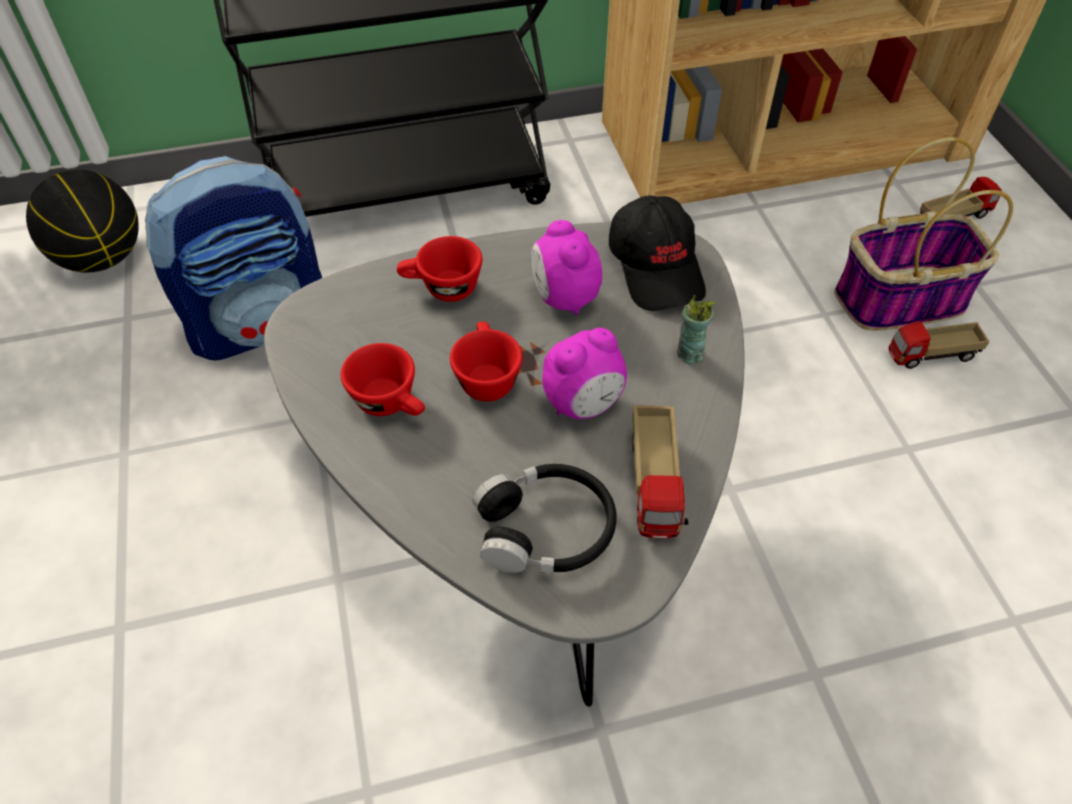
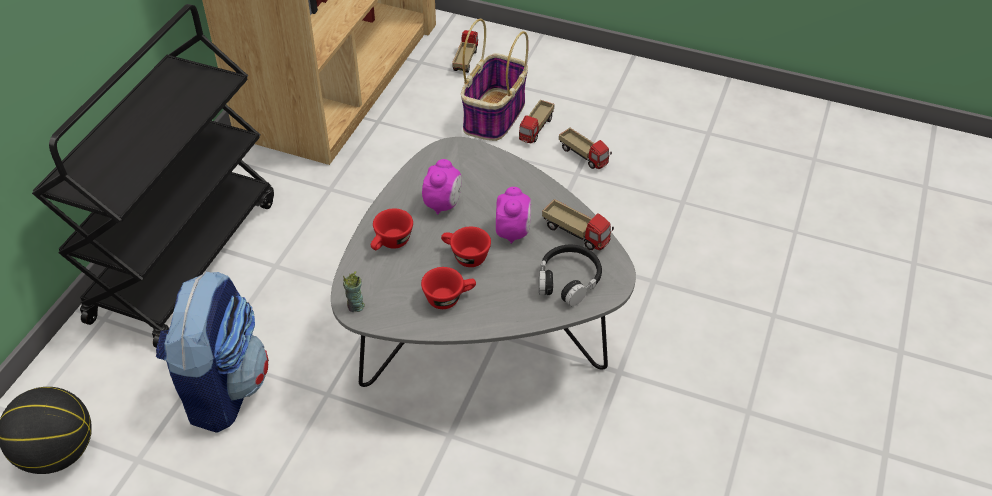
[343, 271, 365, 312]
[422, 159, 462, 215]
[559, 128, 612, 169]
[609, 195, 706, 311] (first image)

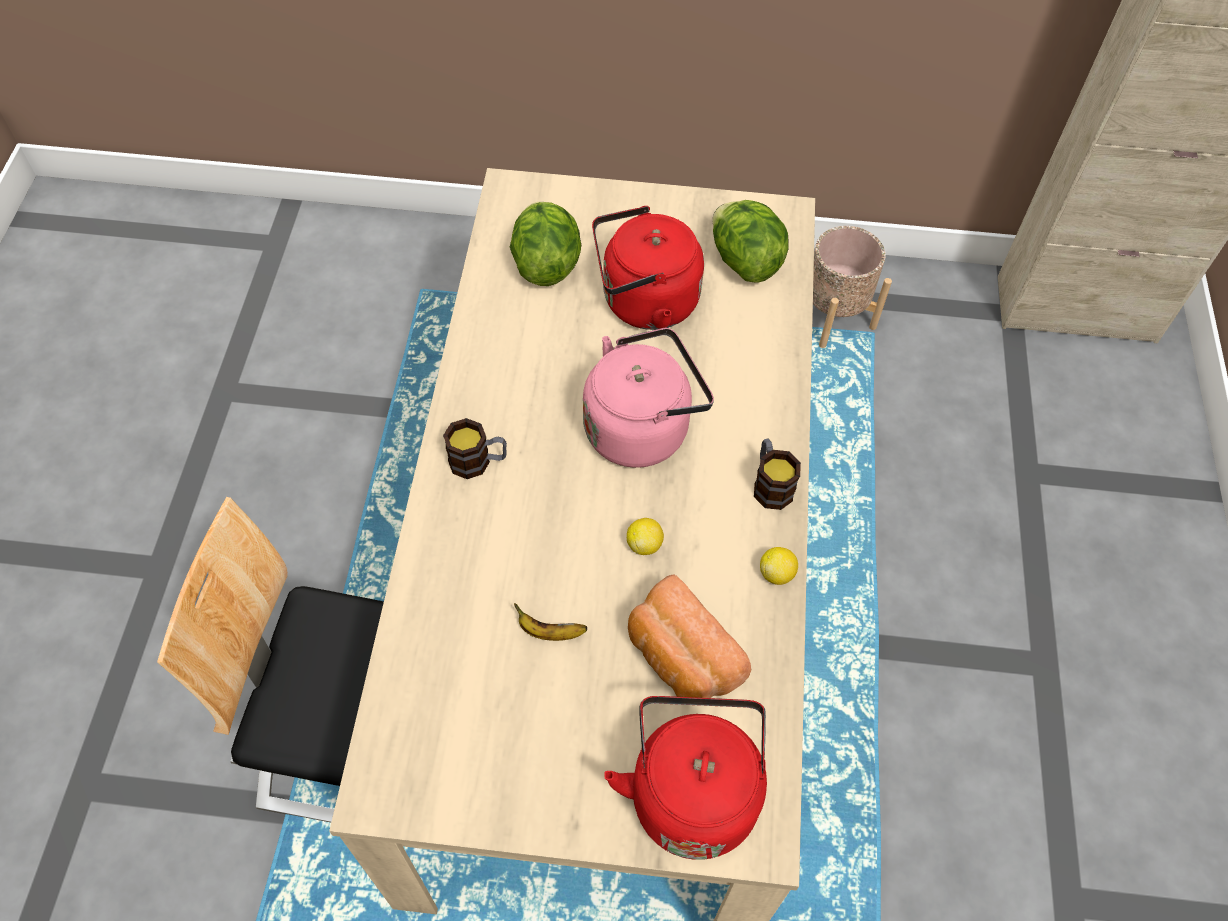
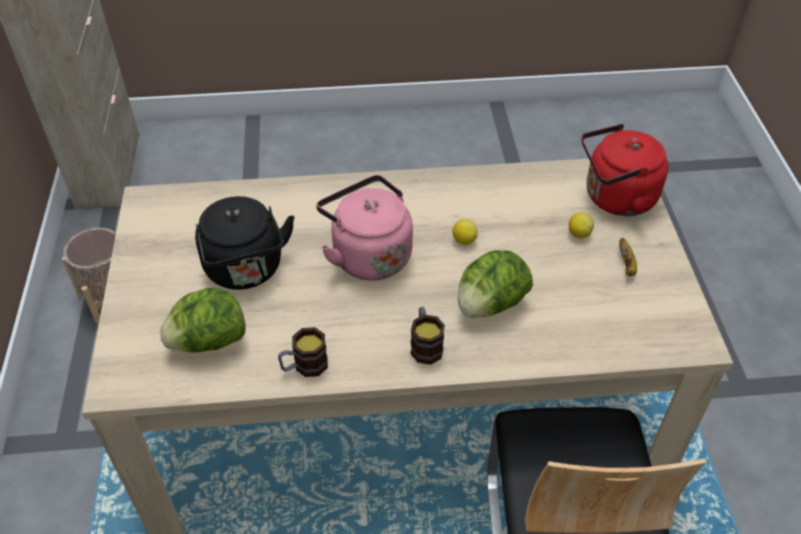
[195, 196, 295, 290]
[278, 327, 328, 377]
[458, 250, 533, 318]
[569, 212, 594, 238]
[619, 238, 637, 276]
[628, 574, 751, 698] (first image)

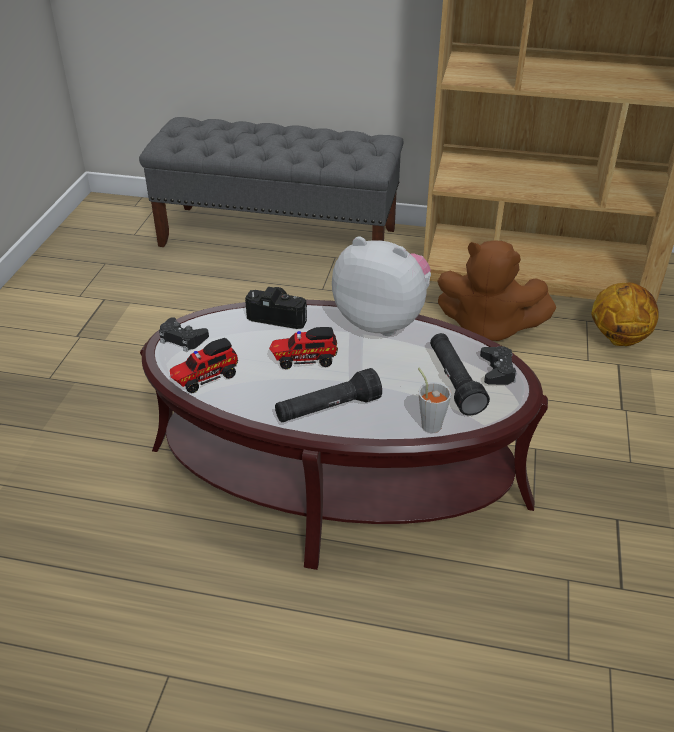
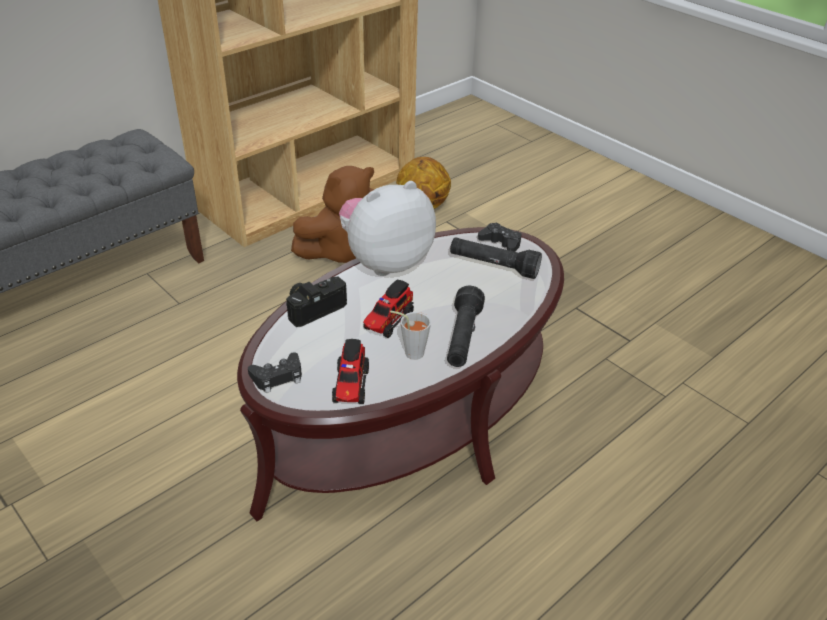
[390, 310, 431, 360]

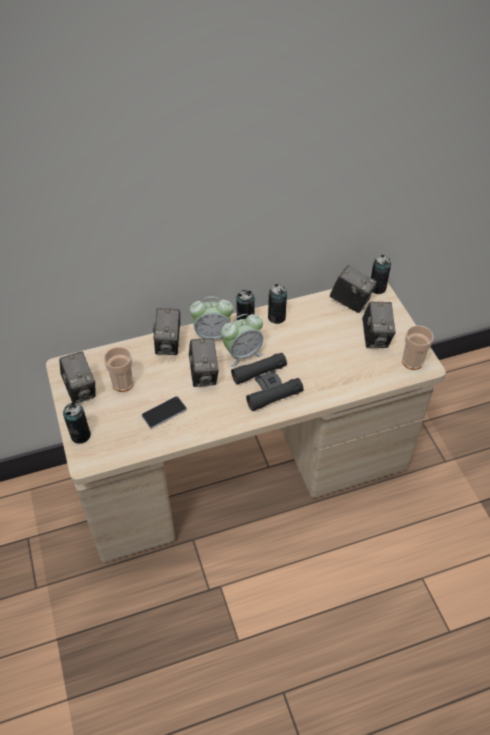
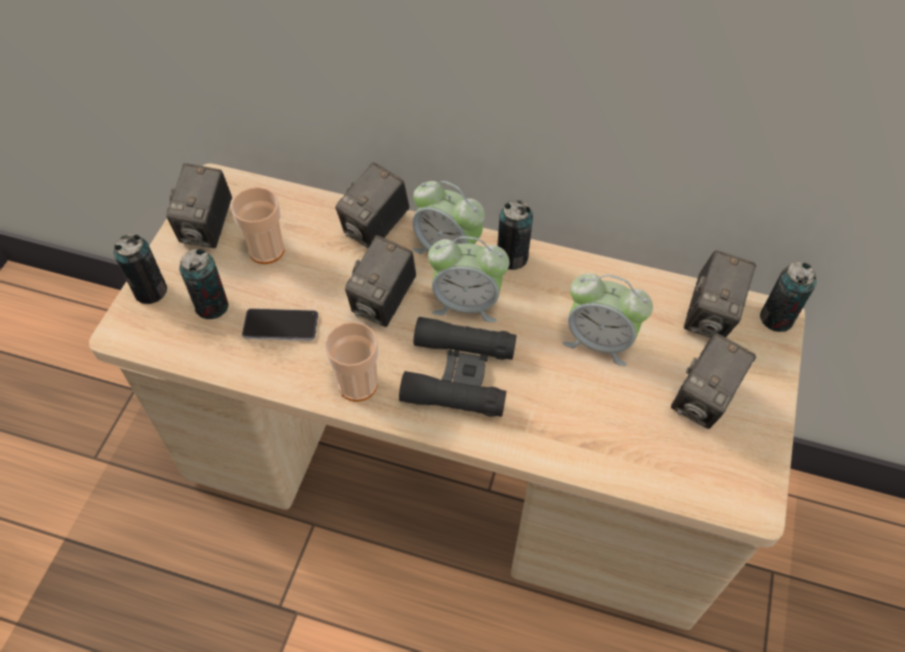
[179, 249, 228, 319]
[325, 322, 379, 402]
[562, 273, 653, 366]
[684, 250, 756, 338]

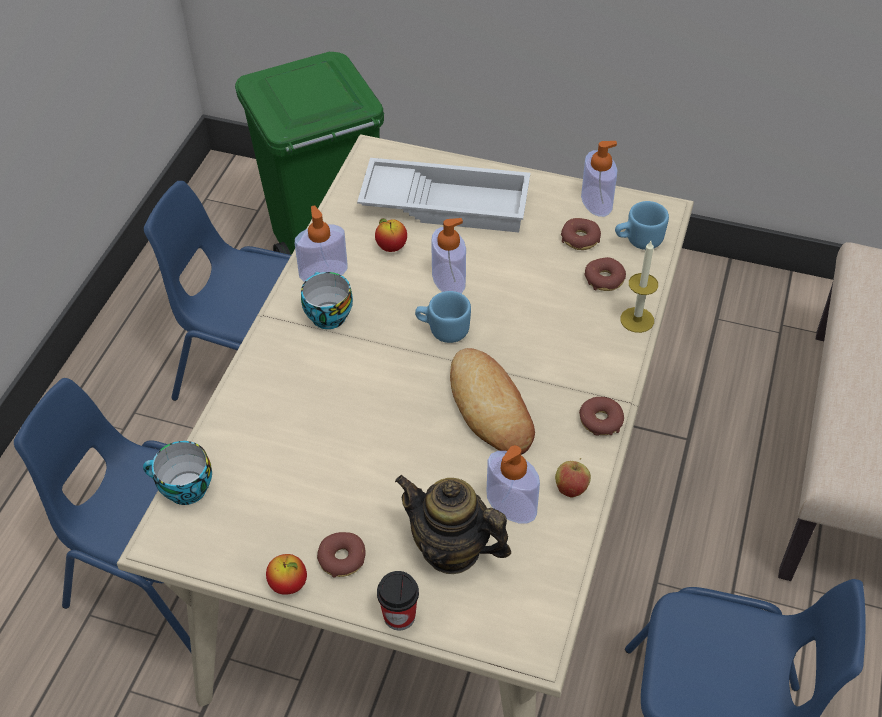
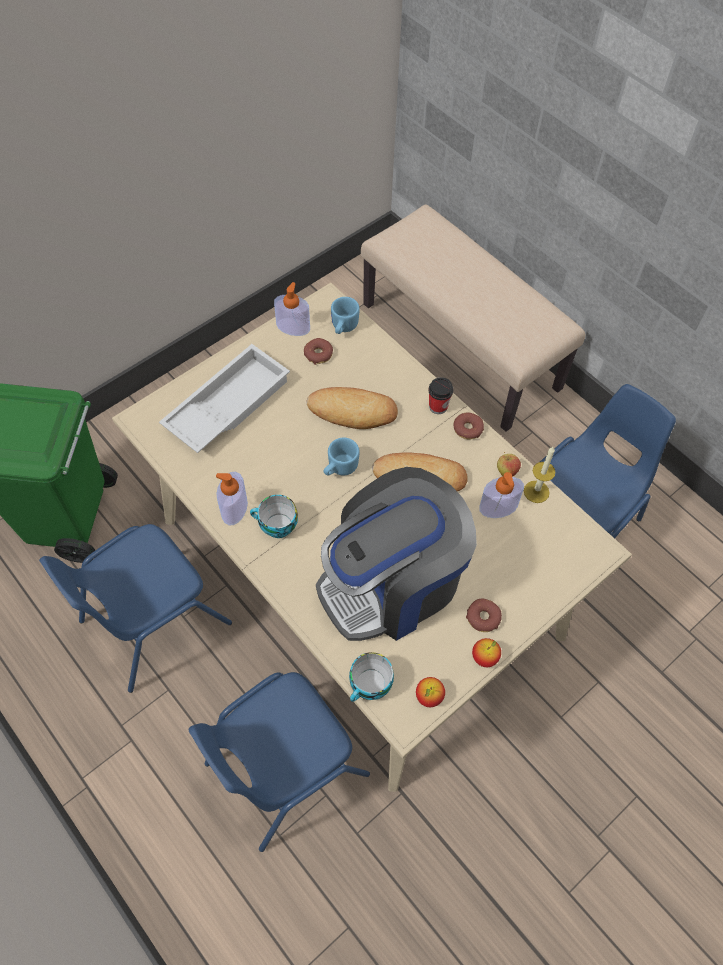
[306, 387, 398, 429]
[316, 467, 477, 641]
[416, 677, 445, 707]
[428, 377, 453, 414]
[524, 447, 555, 503]
[395, 475, 511, 574] (first image)
[431, 218, 466, 294] (first image)
[585, 257, 626, 291] (first image)

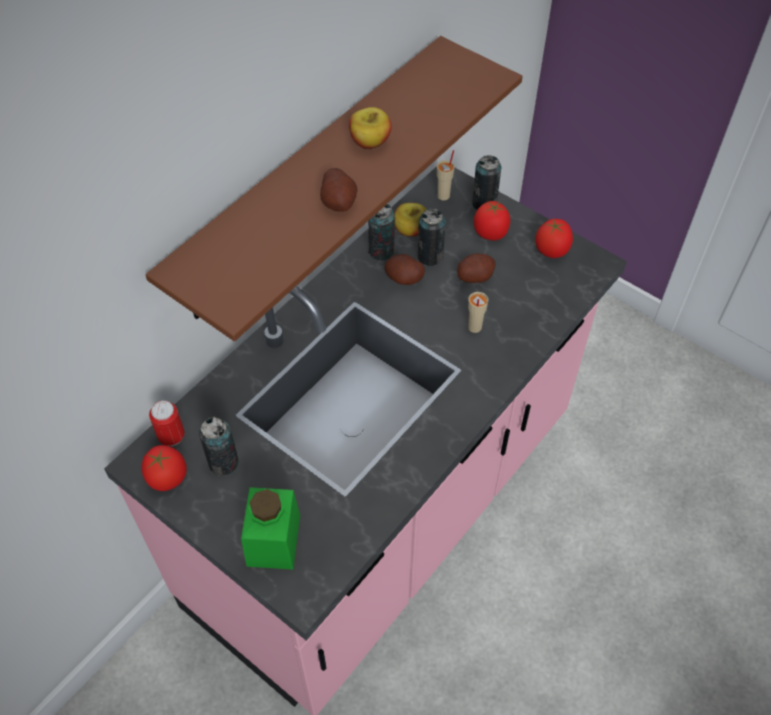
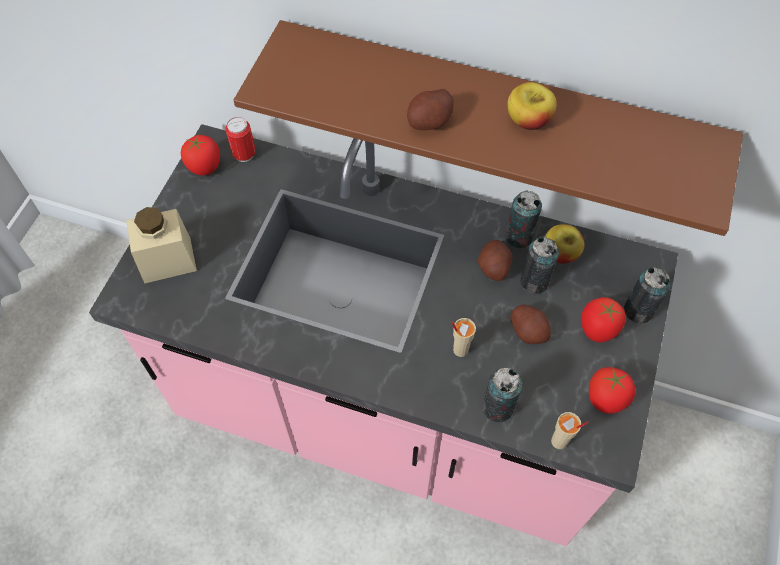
[126, 207, 197, 284]
[482, 368, 522, 423]
[551, 412, 589, 449]

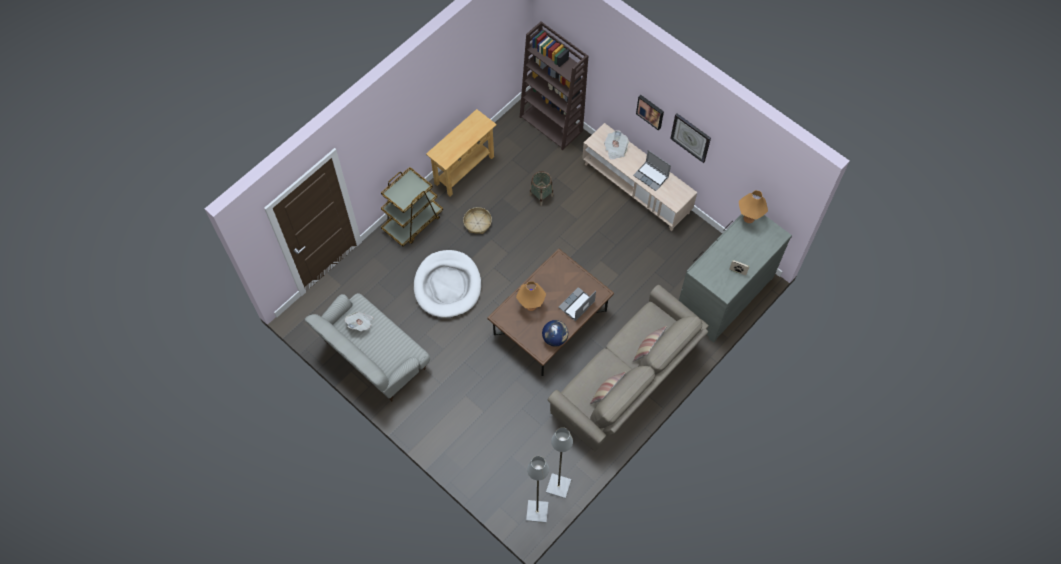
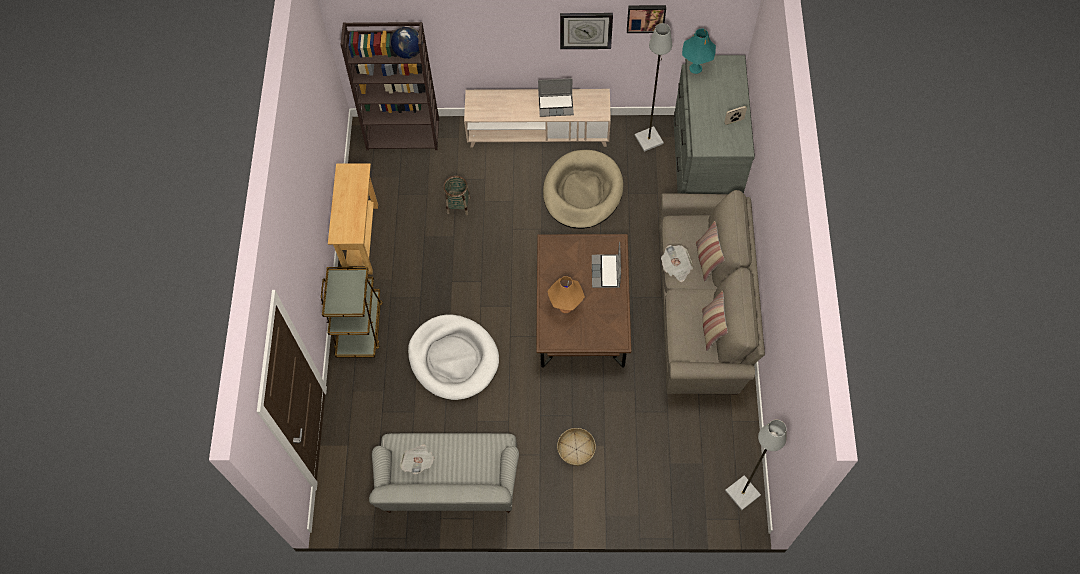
[391, 27, 419, 59]
[543, 150, 624, 229]
[557, 428, 596, 466]
[627, 5, 666, 33]
[635, 23, 672, 152]
[661, 245, 693, 282]
[682, 28, 716, 74]

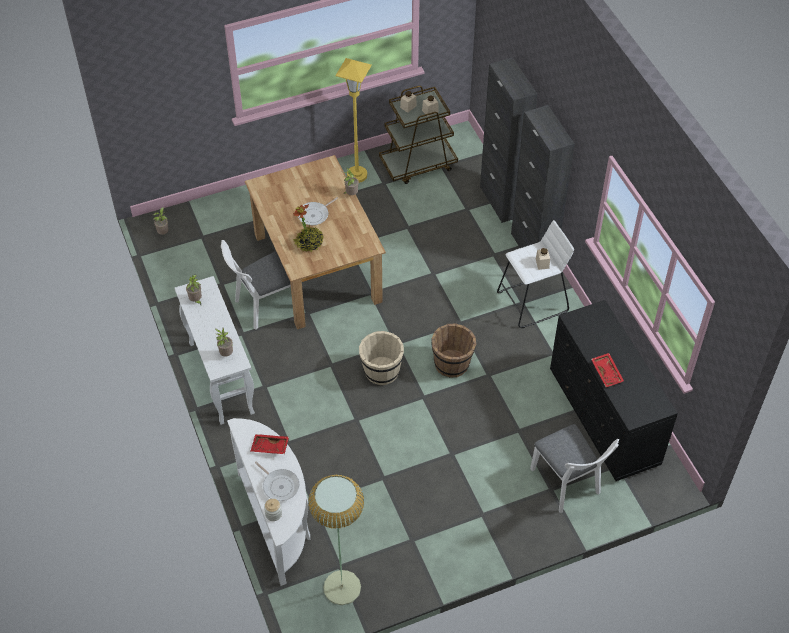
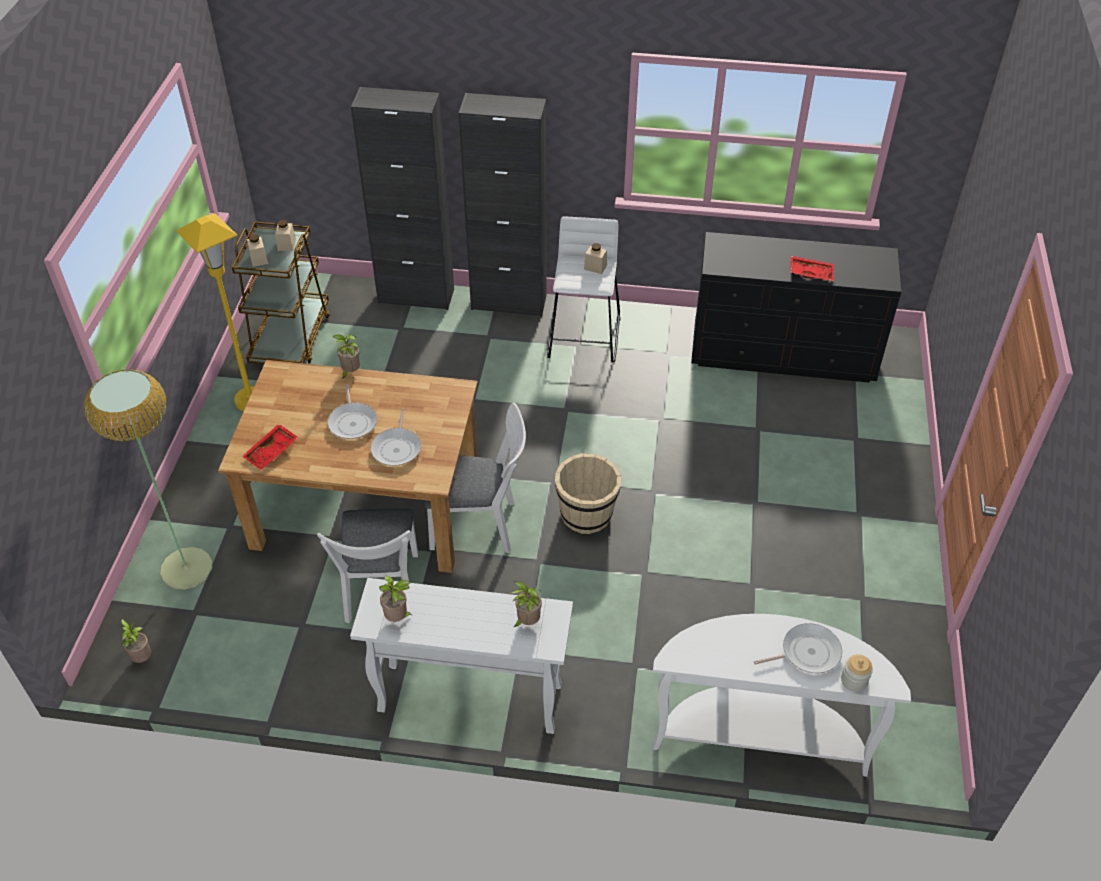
[84, 369, 213, 589]
[242, 424, 298, 470]
[371, 409, 421, 466]
[425, 403, 526, 554]
[431, 323, 476, 378] (first image)

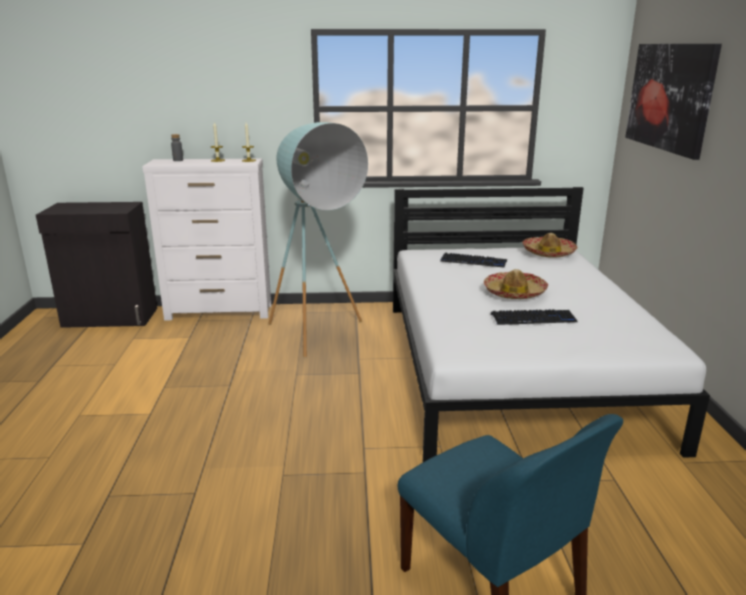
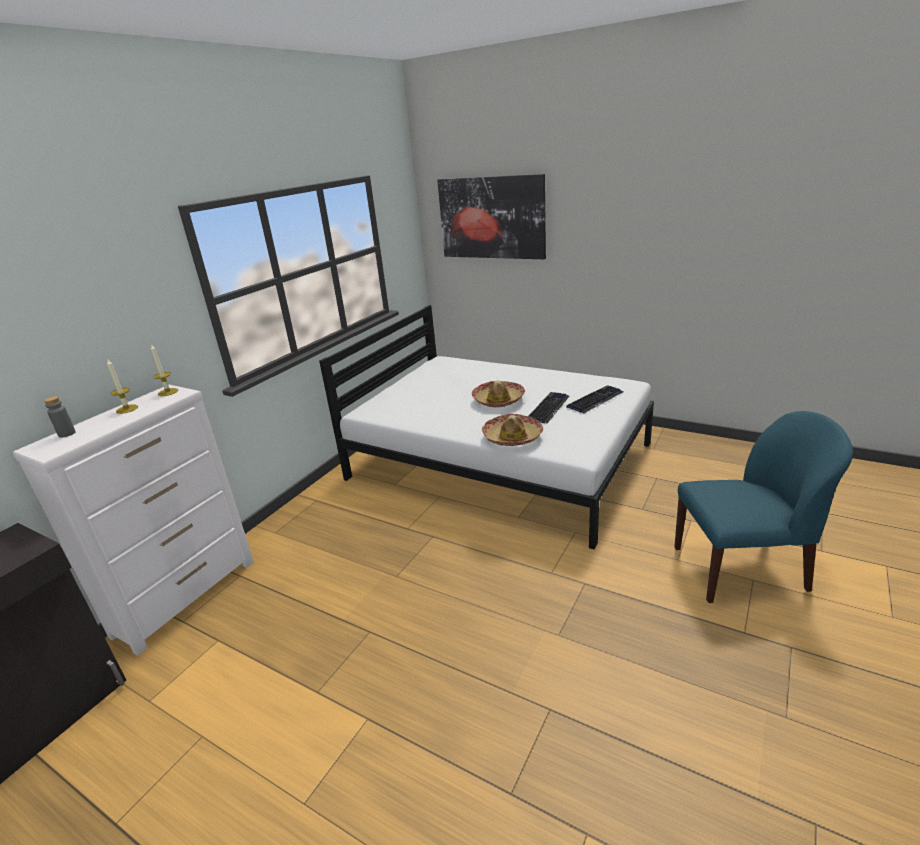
[482, 414, 543, 446]
[566, 385, 623, 413]
[268, 122, 368, 358] (first image)

